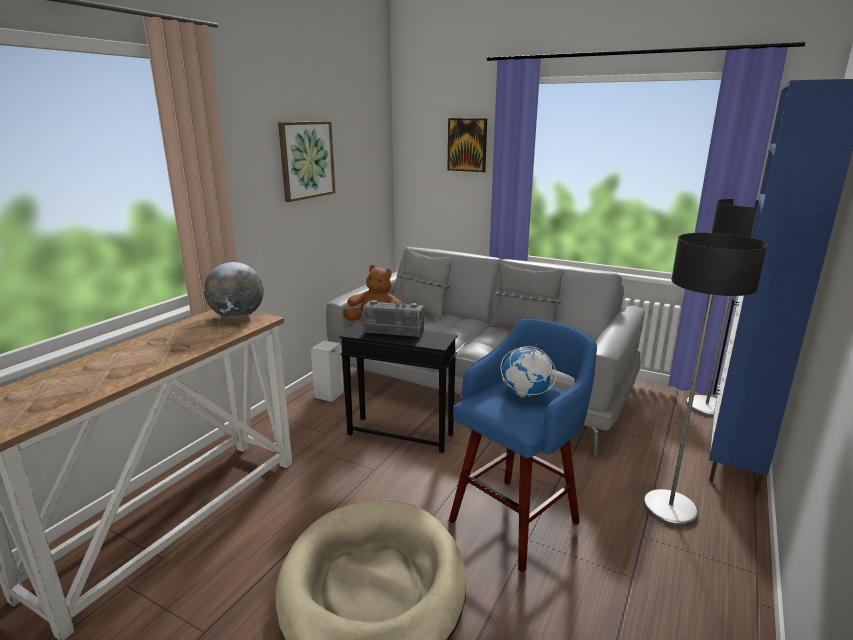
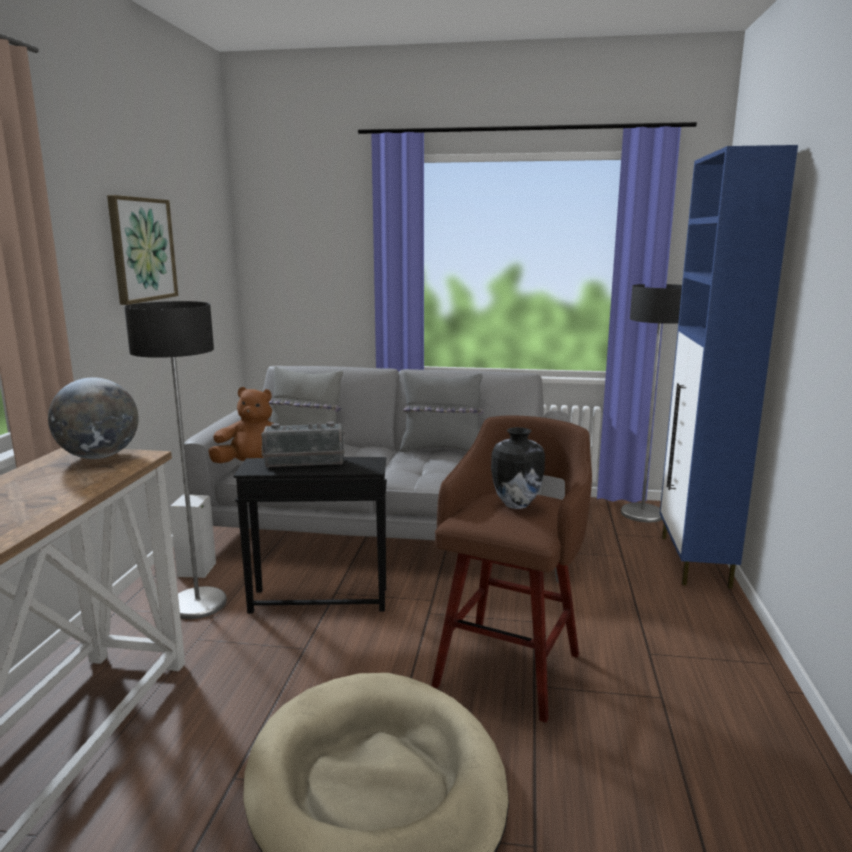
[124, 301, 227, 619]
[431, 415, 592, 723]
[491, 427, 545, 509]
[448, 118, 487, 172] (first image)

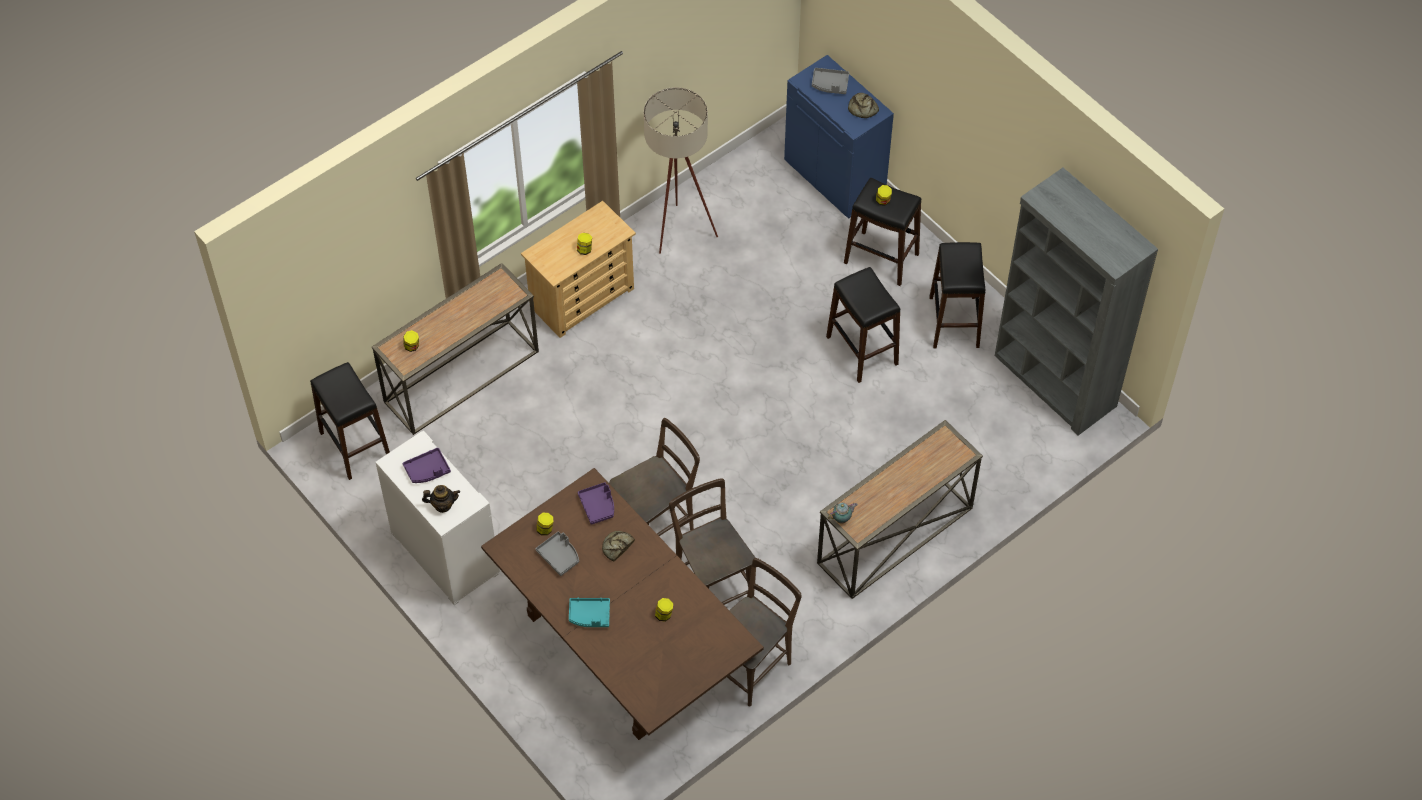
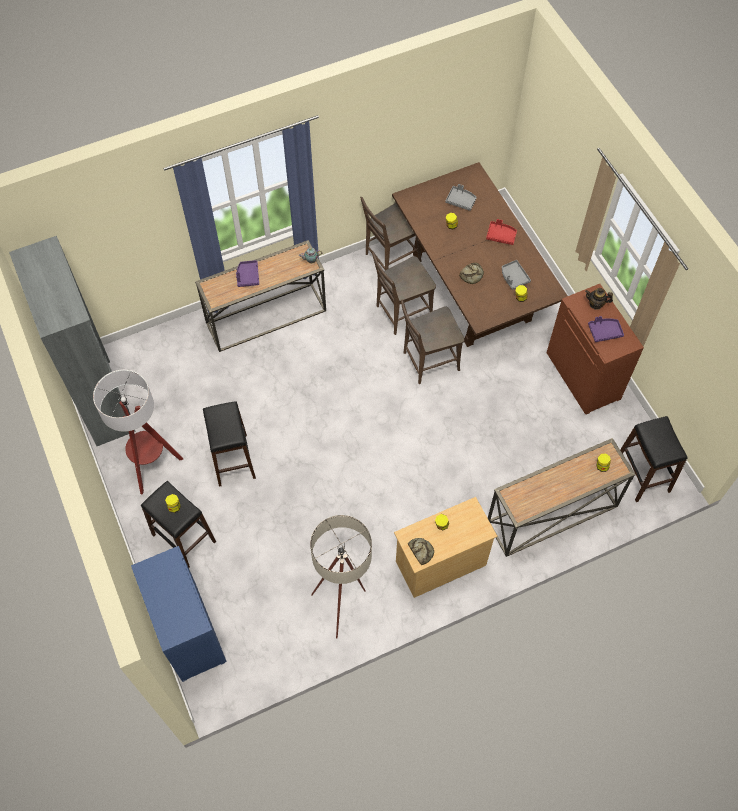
[93, 370, 183, 494]
[236, 260, 259, 287]
[372, 251, 436, 335]
[408, 538, 434, 565]
[445, 184, 477, 211]
[486, 219, 517, 245]
[546, 284, 644, 414]

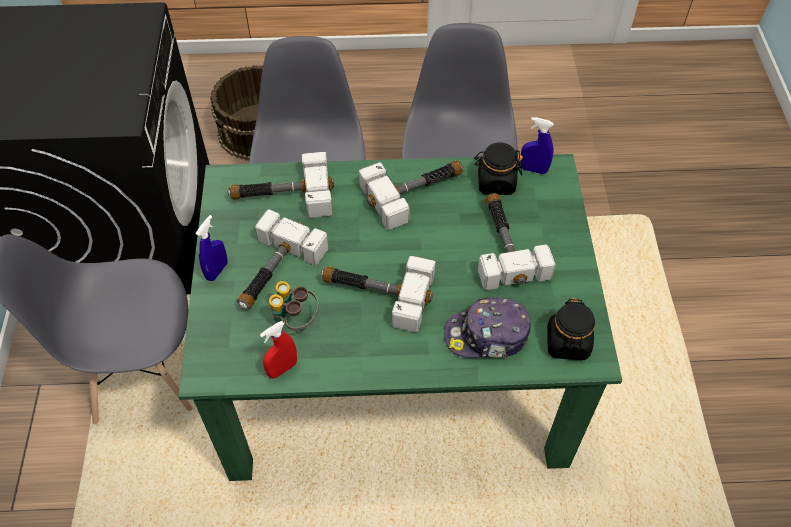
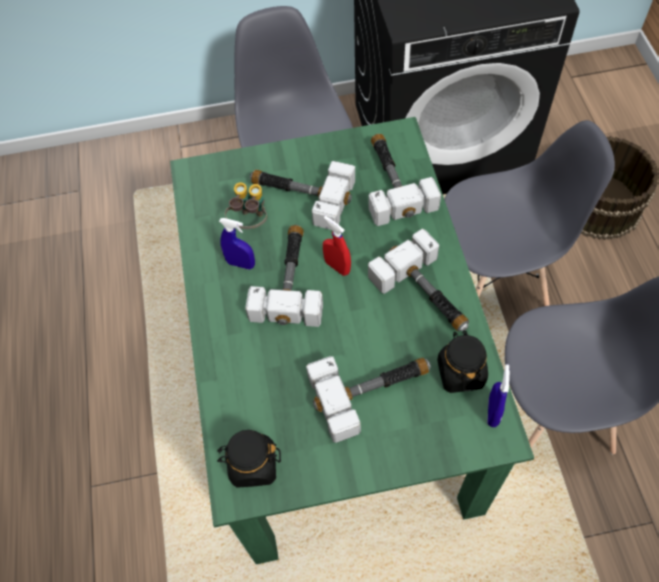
[219, 218, 255, 270]
[323, 216, 351, 276]
[444, 297, 531, 358] (first image)

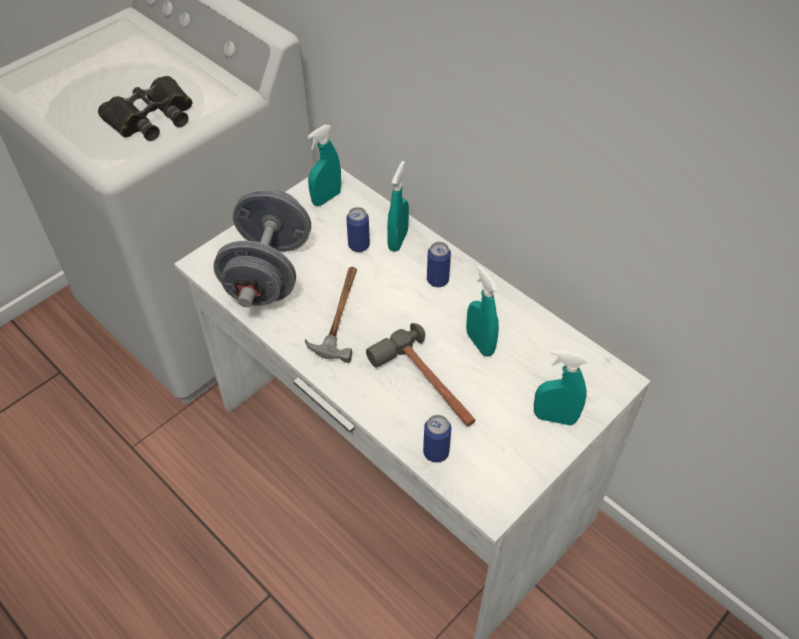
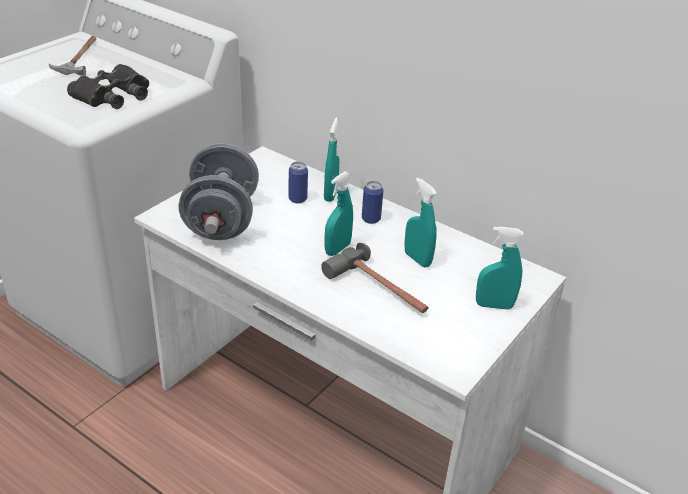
[49, 36, 97, 76]
[325, 172, 353, 256]
[423, 415, 451, 462] (first image)

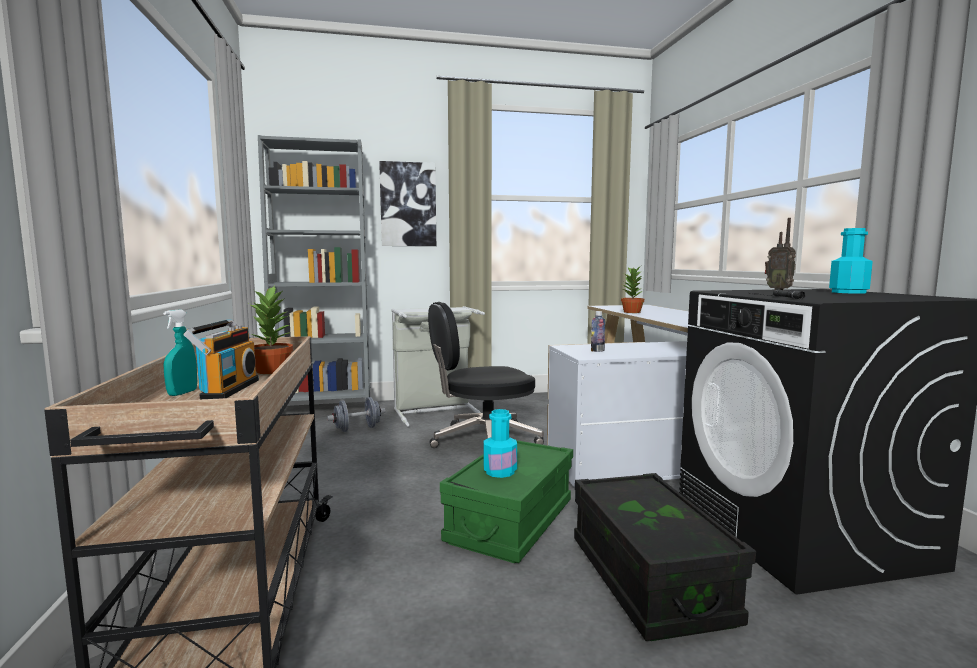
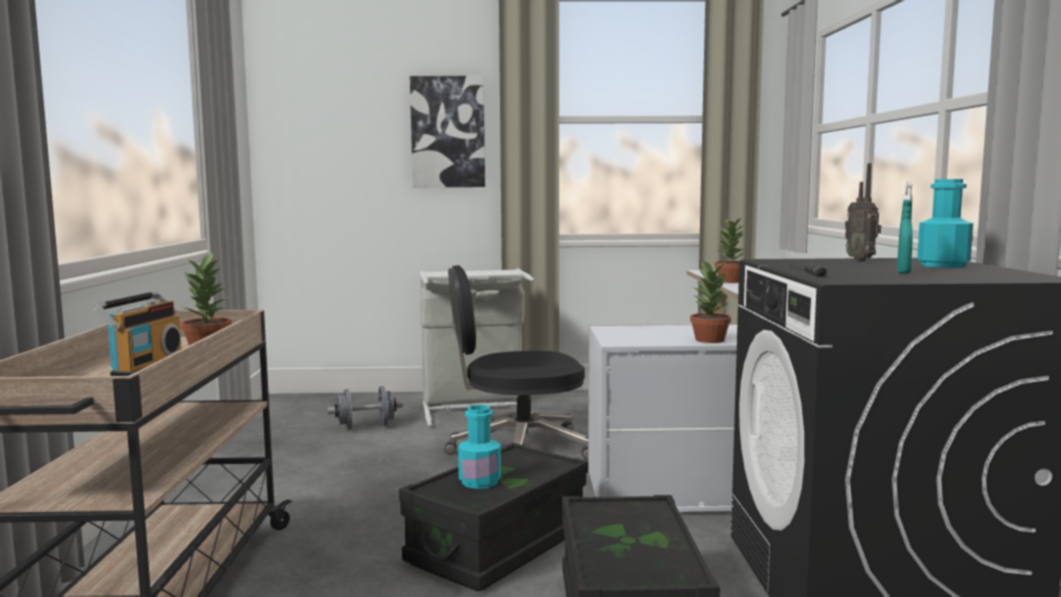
[399, 443, 588, 591]
[690, 259, 731, 343]
[897, 181, 913, 274]
[258, 135, 370, 401] (first image)
[591, 311, 605, 352] (first image)

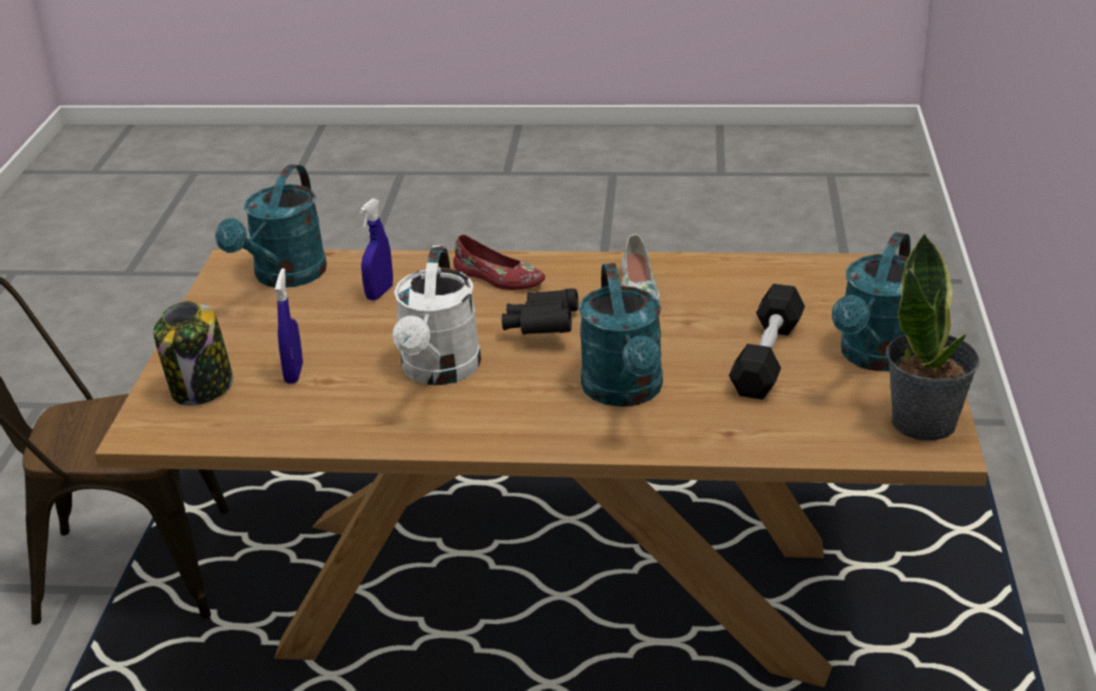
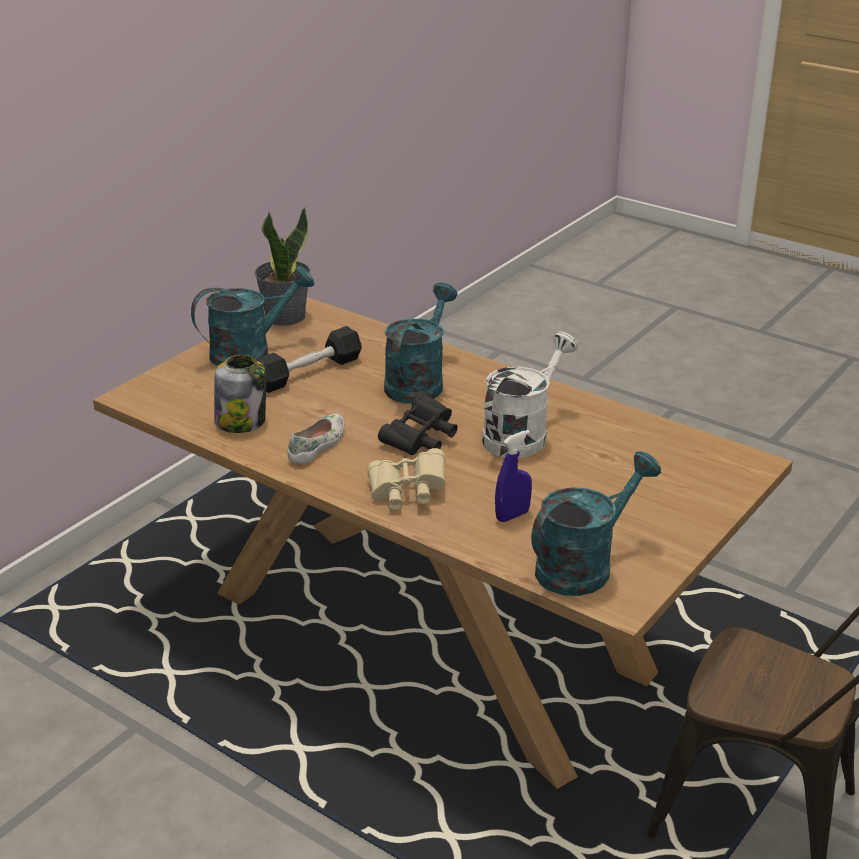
[214, 355, 266, 433]
[368, 448, 445, 510]
[275, 268, 303, 384] (first image)

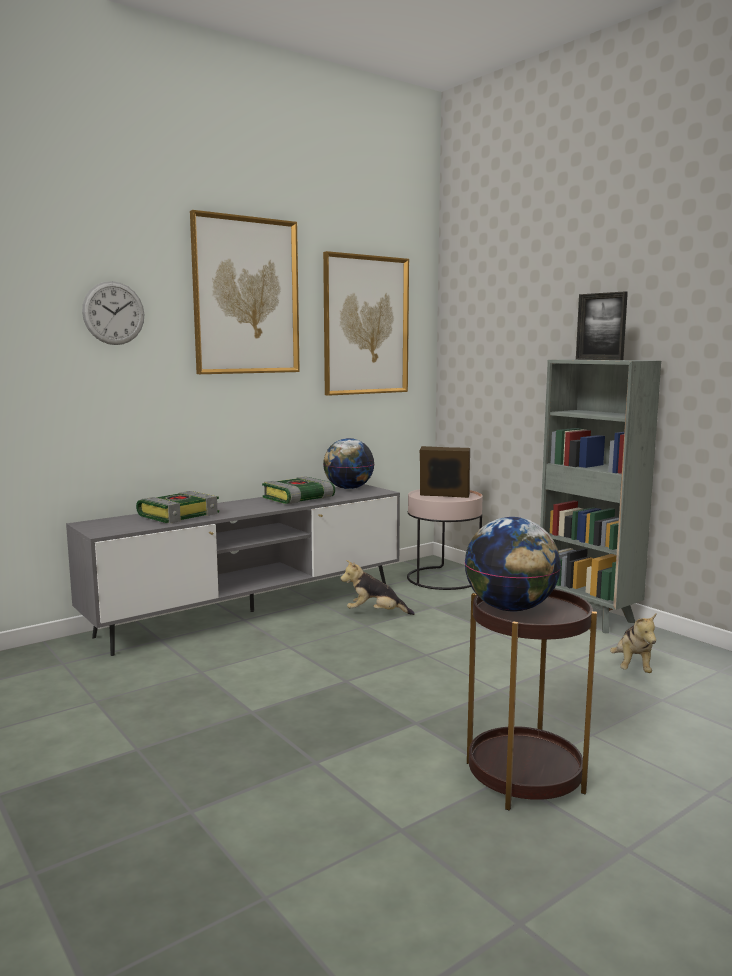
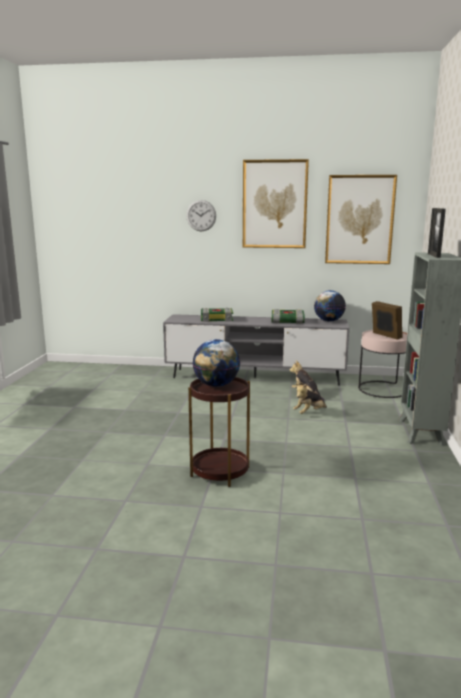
[293, 384, 327, 414]

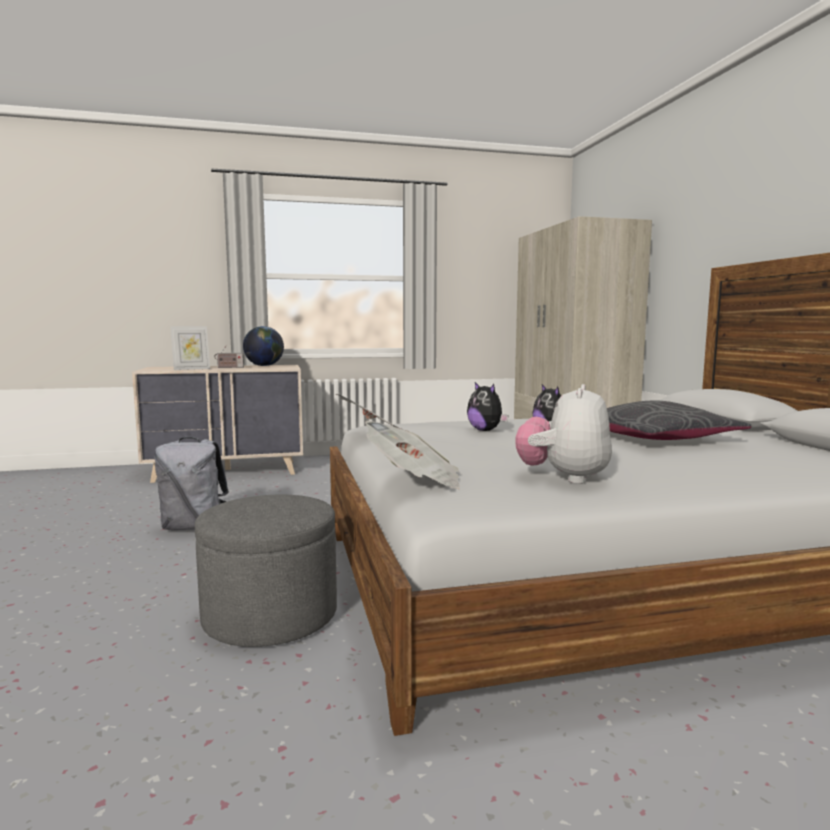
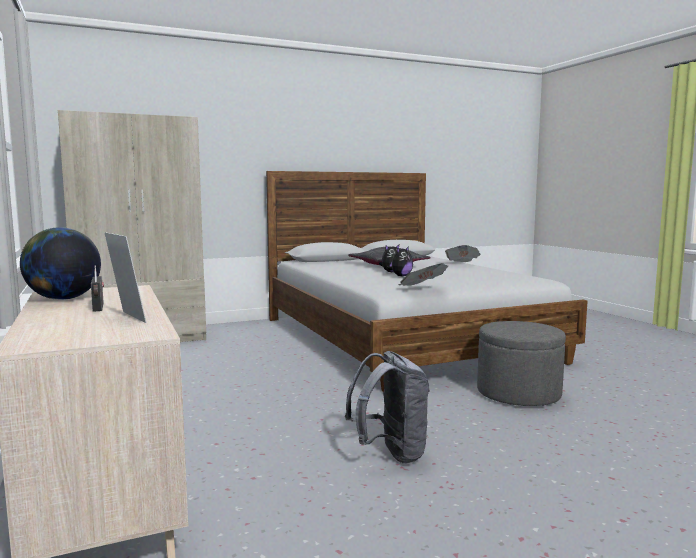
[445, 245, 481, 262]
[515, 384, 612, 484] (first image)

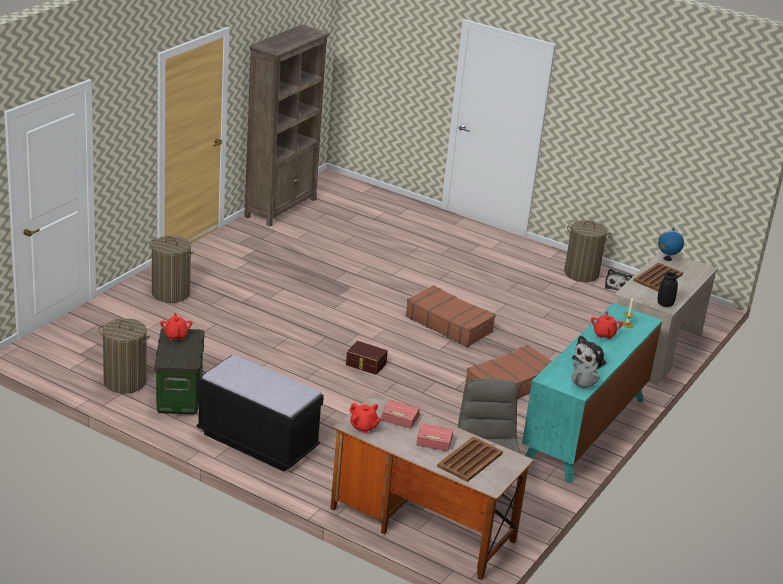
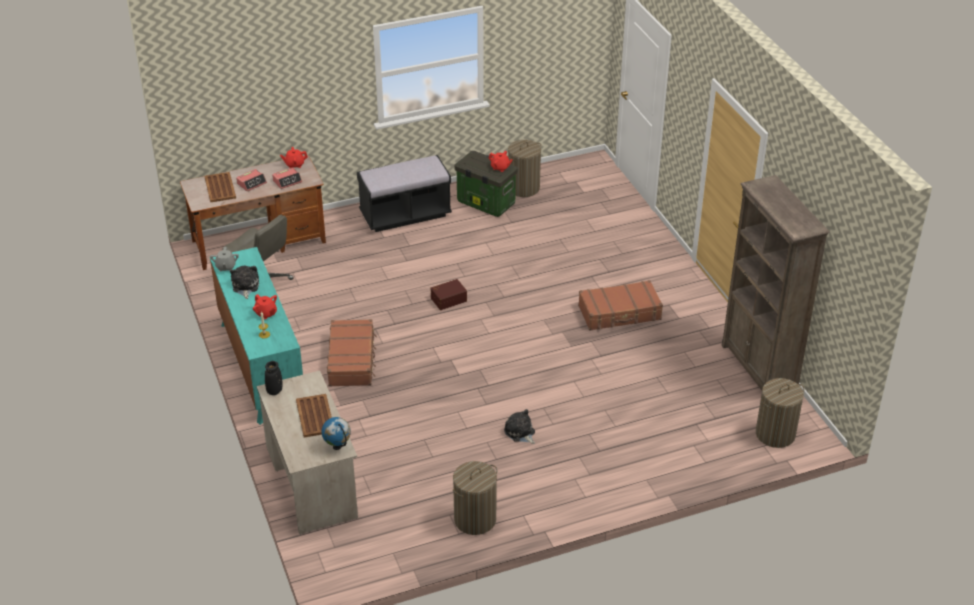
[504, 409, 535, 444]
[578, 280, 663, 331]
[756, 378, 805, 448]

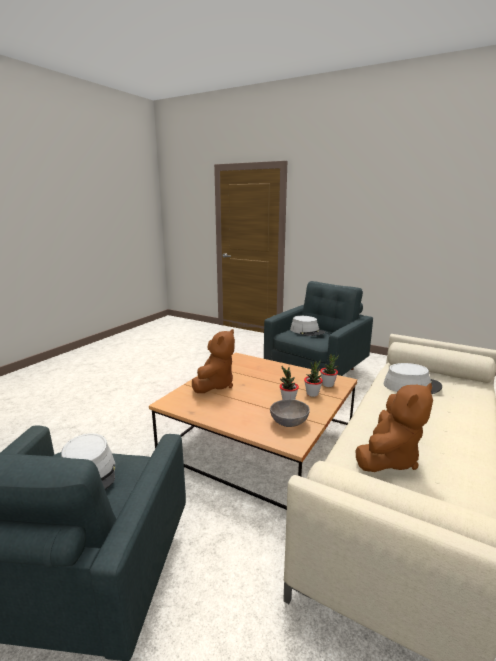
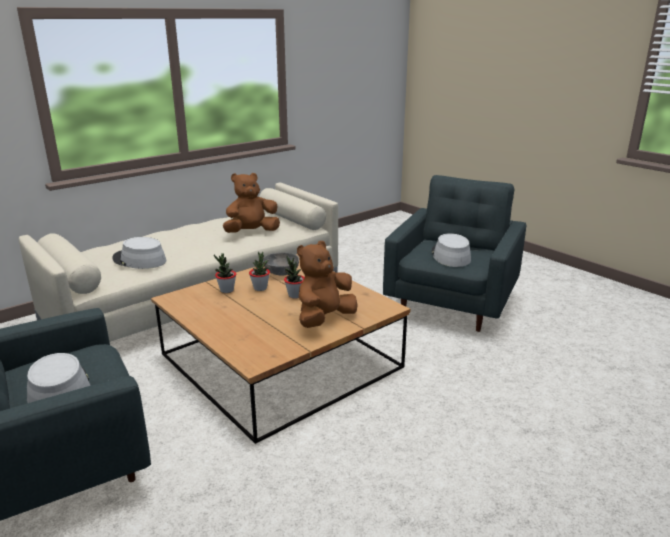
[284, 256, 305, 299]

